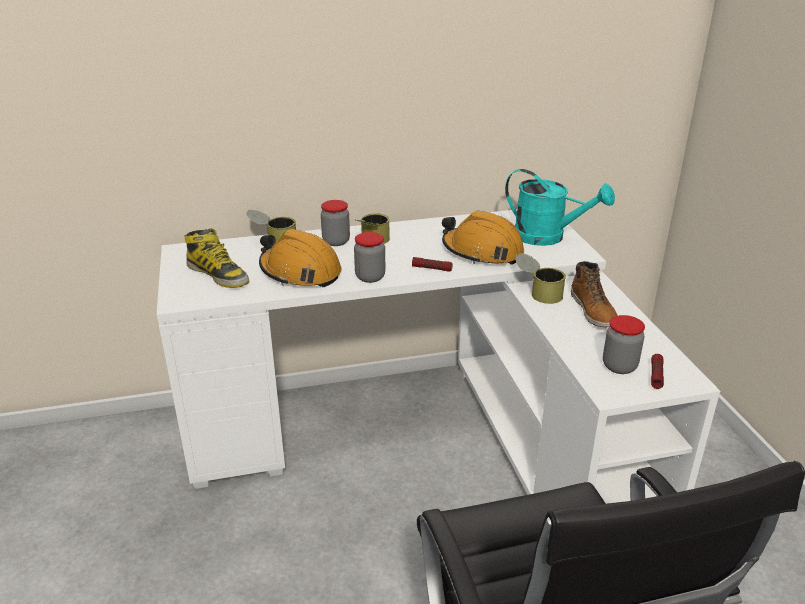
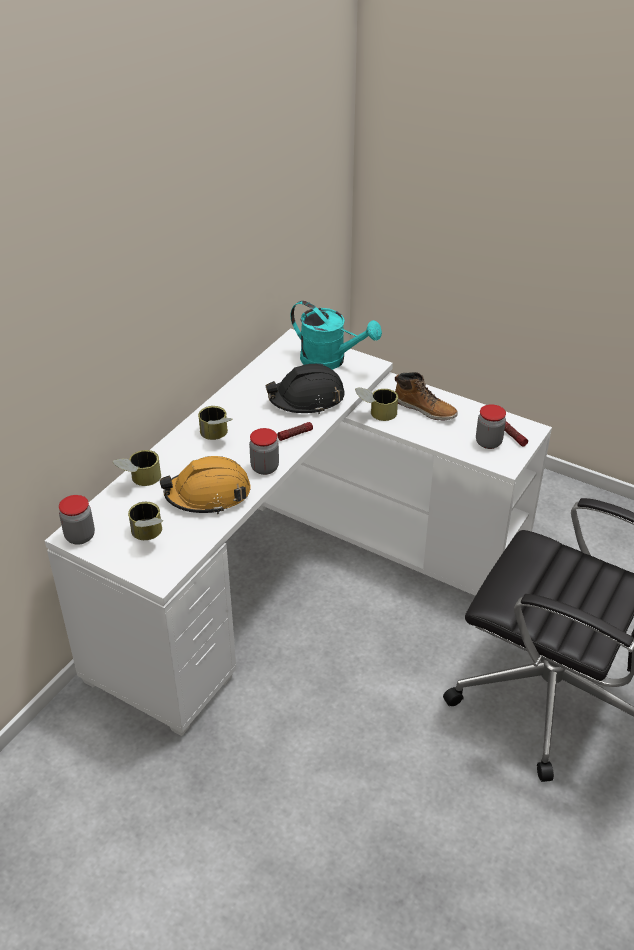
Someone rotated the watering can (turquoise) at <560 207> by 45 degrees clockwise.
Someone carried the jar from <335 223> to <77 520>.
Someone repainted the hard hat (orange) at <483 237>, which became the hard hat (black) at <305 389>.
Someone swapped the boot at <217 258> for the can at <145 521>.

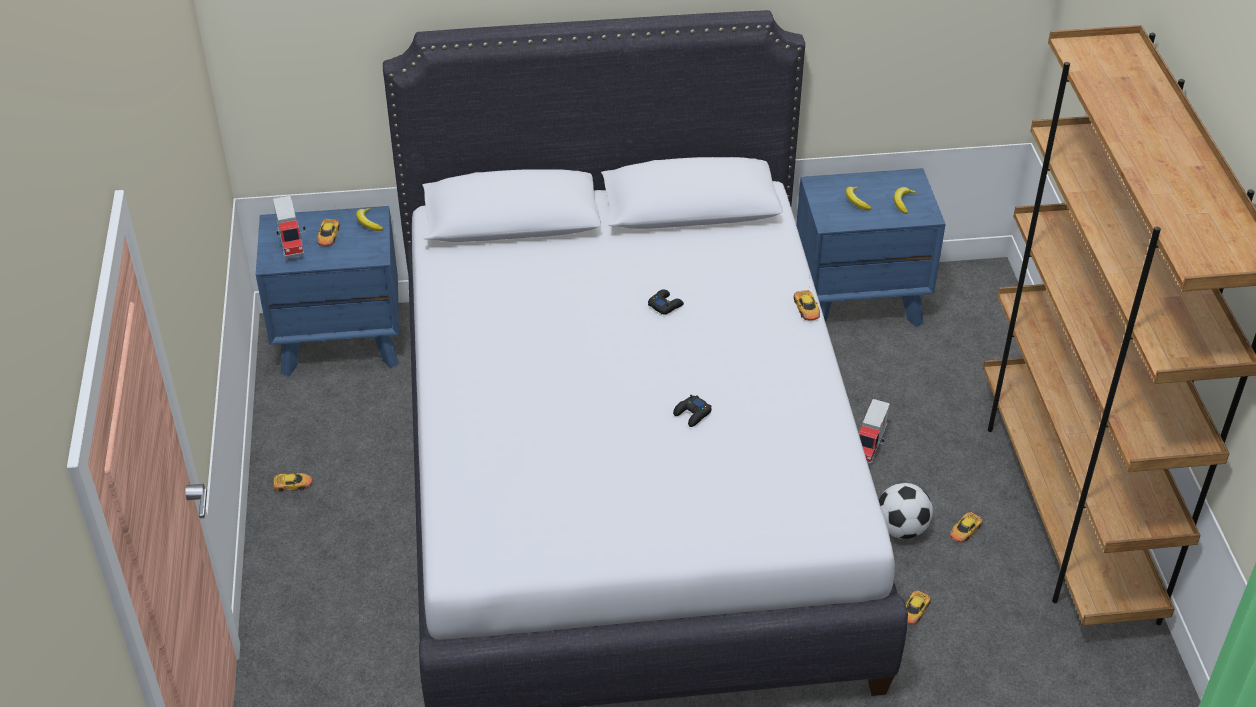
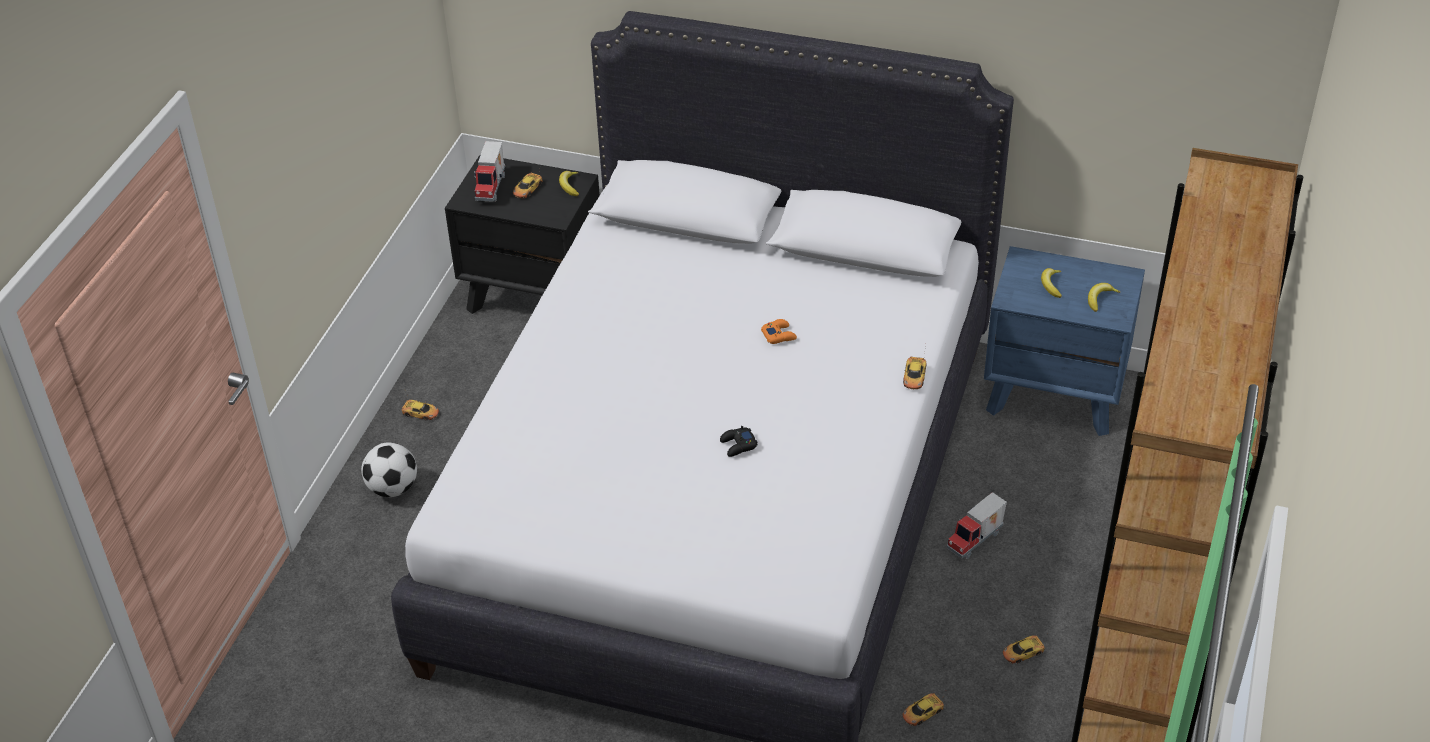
Someone repainted the nightstand (blue) at <327 291>, which became the nightstand (black) at <522 234>.
Someone repainted the game controller (black) at <666 302>, which became the game controller (orange) at <779 331>.
Someone carried the football from <906 511> to <389 469>.

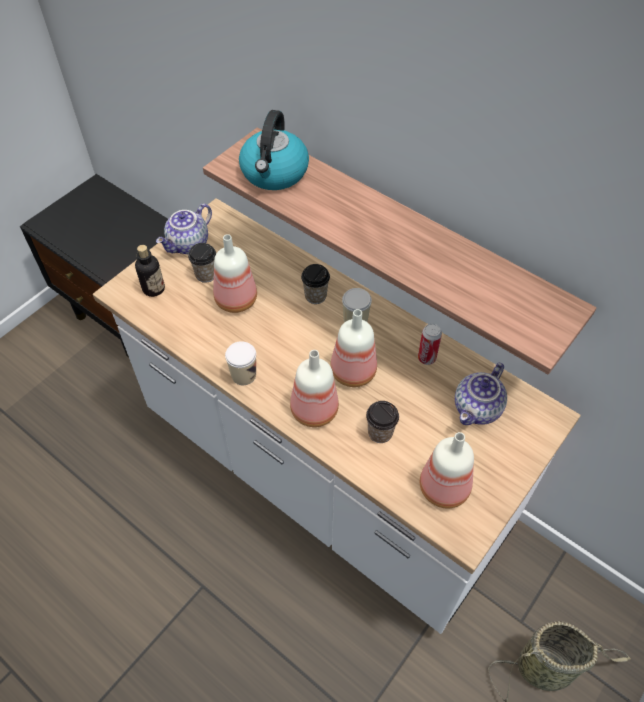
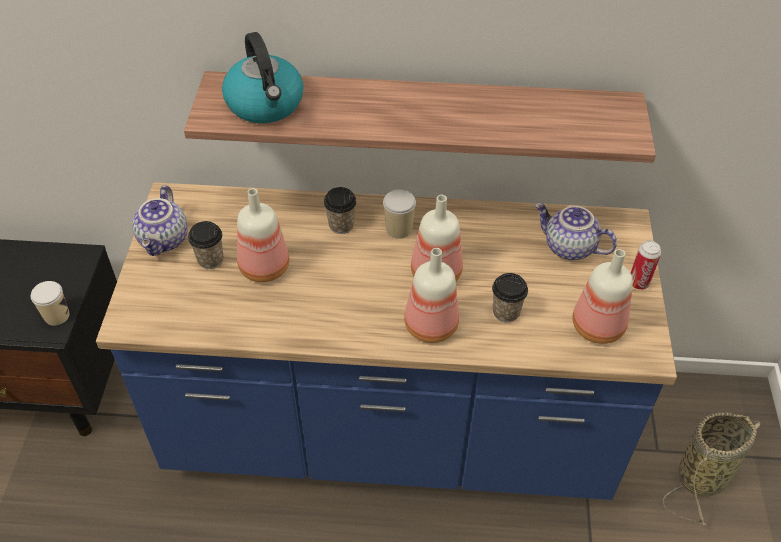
Someone repainted the counter (white) at <337 416>, which became the counter (blue) at <386 341>.
Someone took away the bottle at <150 271>.
Someone carried the can from <430 344> to <646 265>.
Someone carried the cup from <240 363> to <50 303>.
Someone rotated the teapot at <481 394> by 120 degrees clockwise.

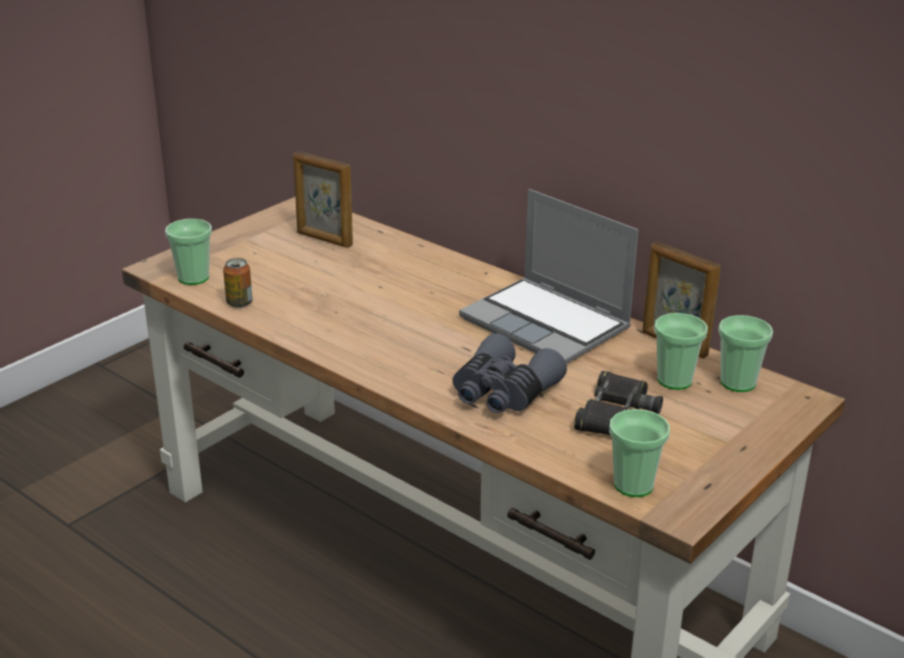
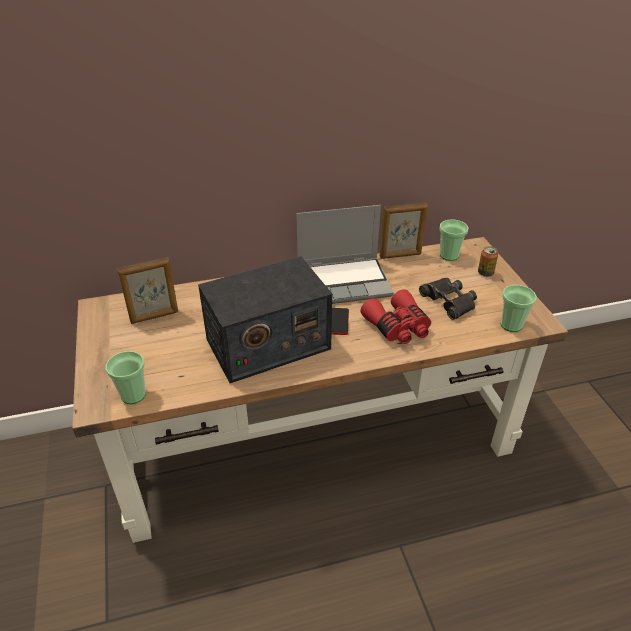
Someone carried the can from <238 283> to <488 261>.
Someone took away the cup at <681 351>.
Someone repainted the binoculars (grey) at <509 373>, which became the binoculars (red) at <395 316>.
Someone put down the radio at <265 319>.
Someone put down the phone at <340 321>.

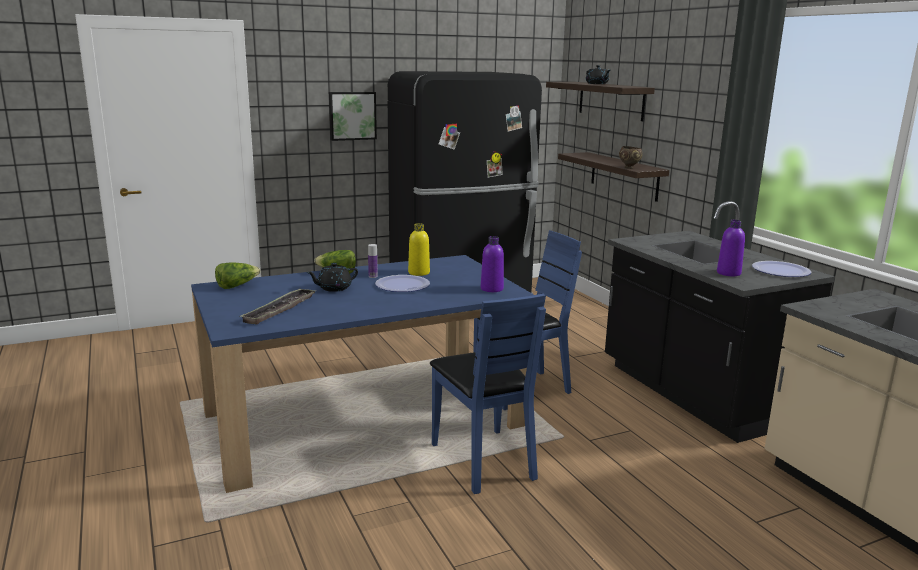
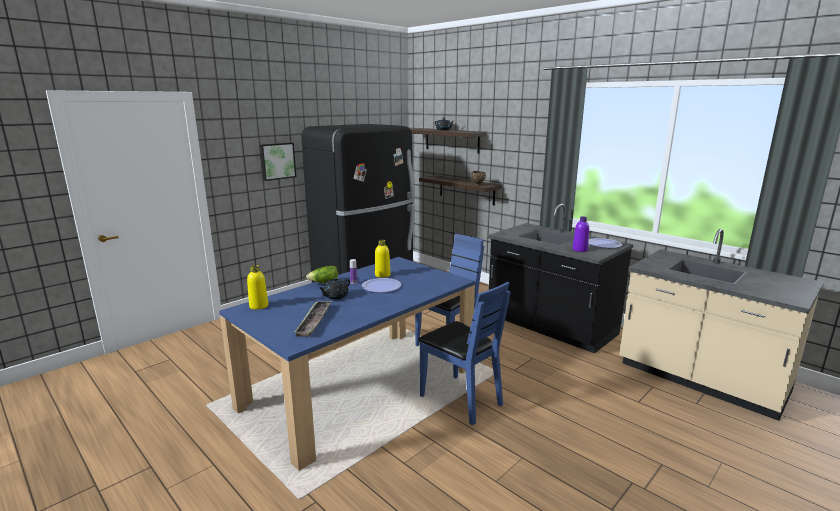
Someone took away the bottle (purple) at <492 264>.
Someone swapped the lettuce at <237 275> for the bottle (yellow) at <257 287>.

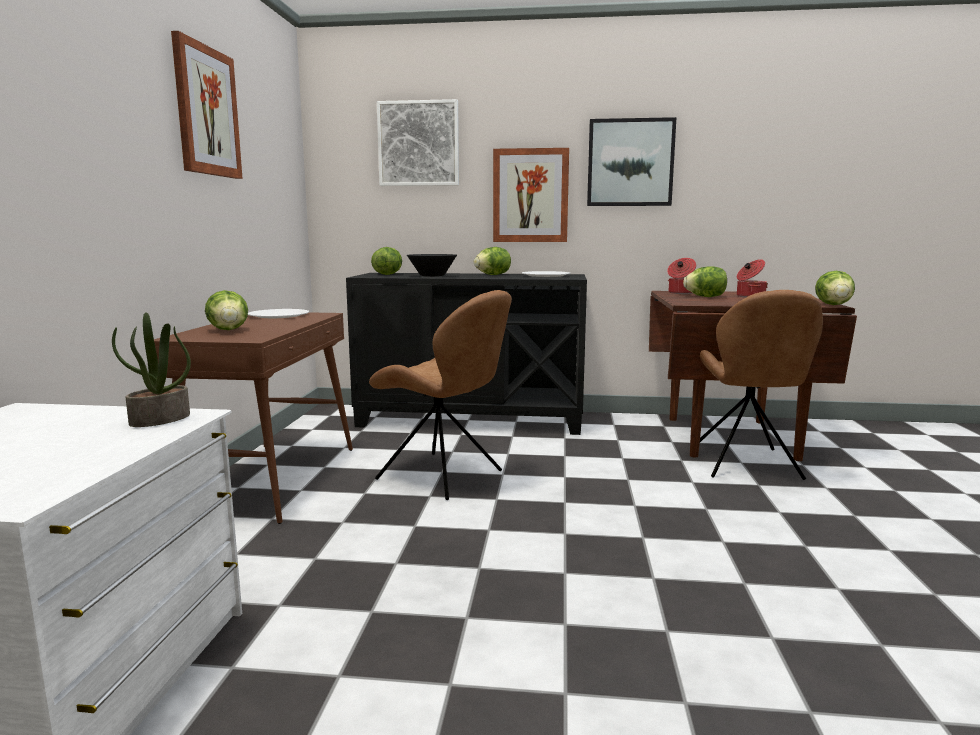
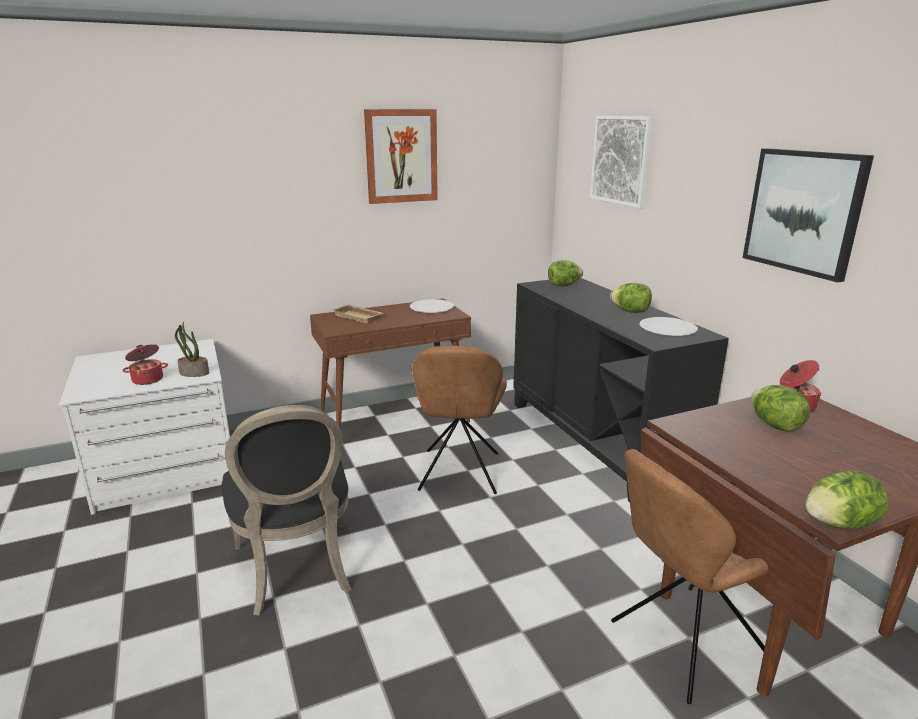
Someone took away the picture at <531 195>.
Someone took away the bowl (black) at <432 265>.
Someone carried the cooking pot from <752 278> to <145 364>.
Someone swapped the lettuce at <226 310> for the tray (beige) at <357 314>.
Someone put down the chair (black) at <287 510>.

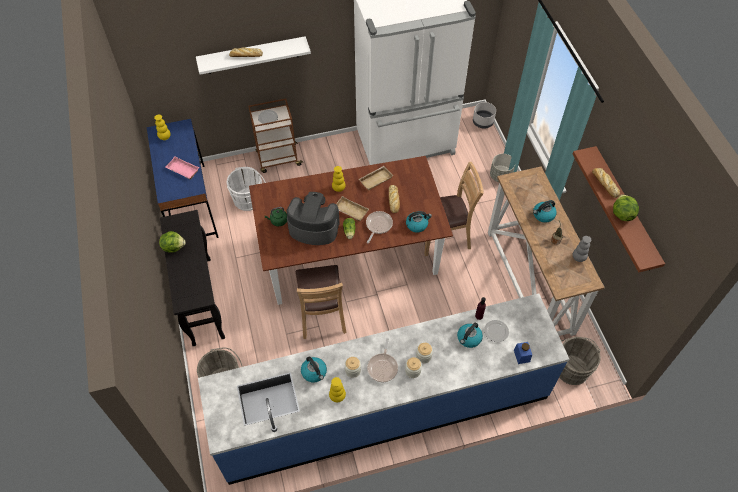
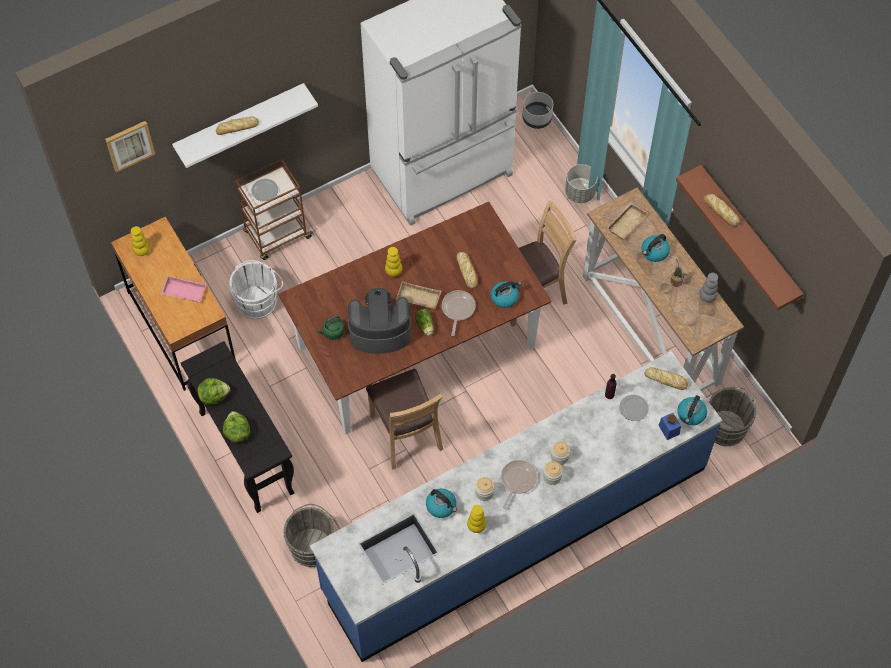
Someone repainted the desk (blue) at <183 178>, which became the desk (brown) at <173 304>.
Someone carried the tray (beige) from <376 178> to <627 220>.
Someone carried the lettuce from <626 207> to <236 427>.
Someone carried the kettle from <470 335> to <692 410>.
Someone rotated the frying pan at <382 360> by 150 degrees counterclockwise.
Someone put up the picture at <130 146>.
Someone put down the bread at <666 378>.

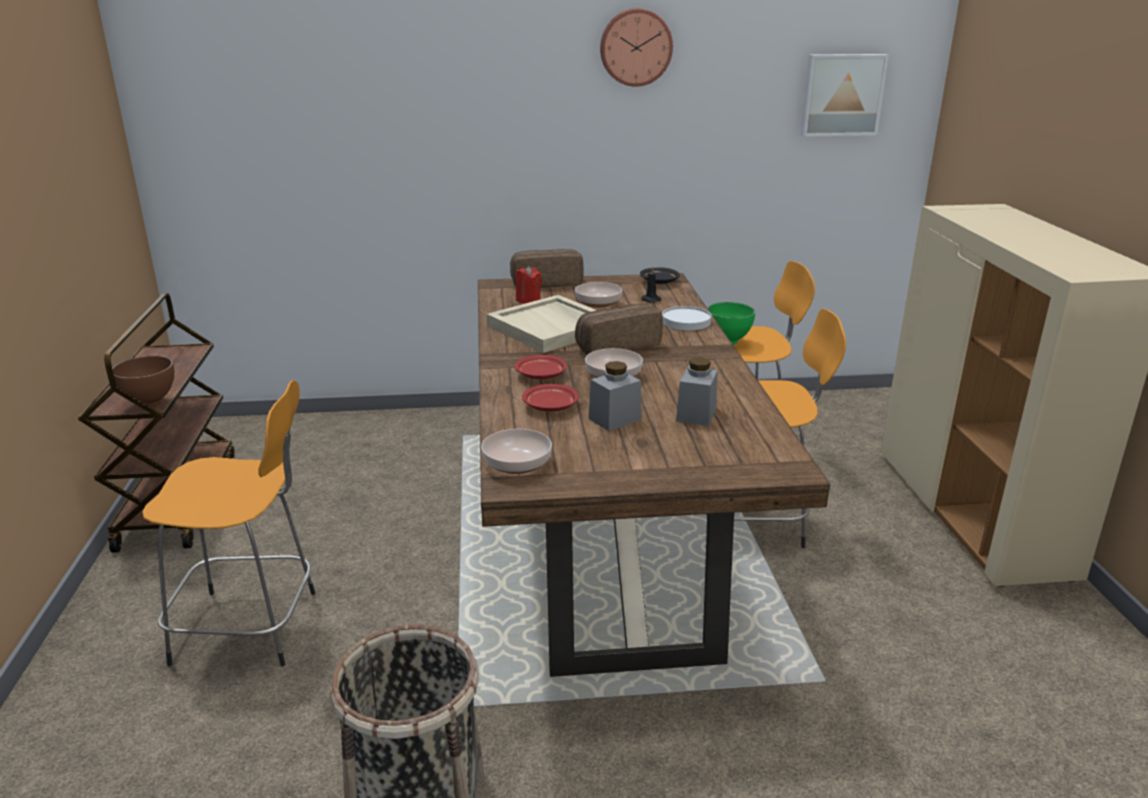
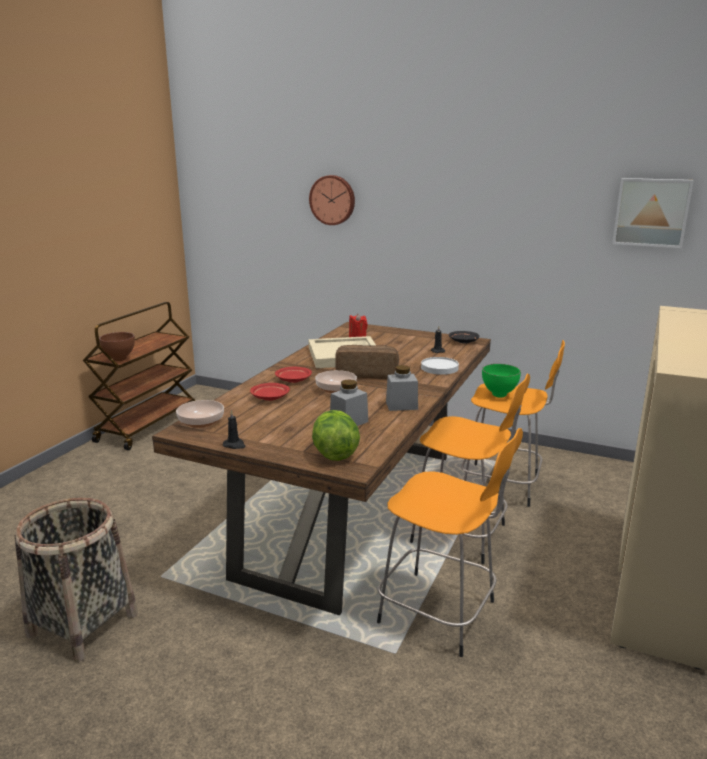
Someone carried the wall clock from <636 48> to <332 200>.
Someone took away the bread at <547 268>.
Someone took away the bowl at <598 295>.
Someone carried the jar (grey) from <615 396> to <402 388>.
Someone carried the stool (orange) from <228 523> to <450 542>.
Someone put down the candle (black) at <234 429>.
Someone put down the lettuce at <336 435>.

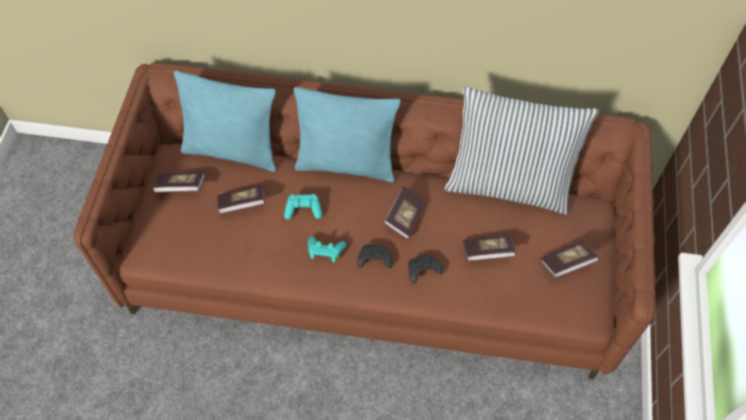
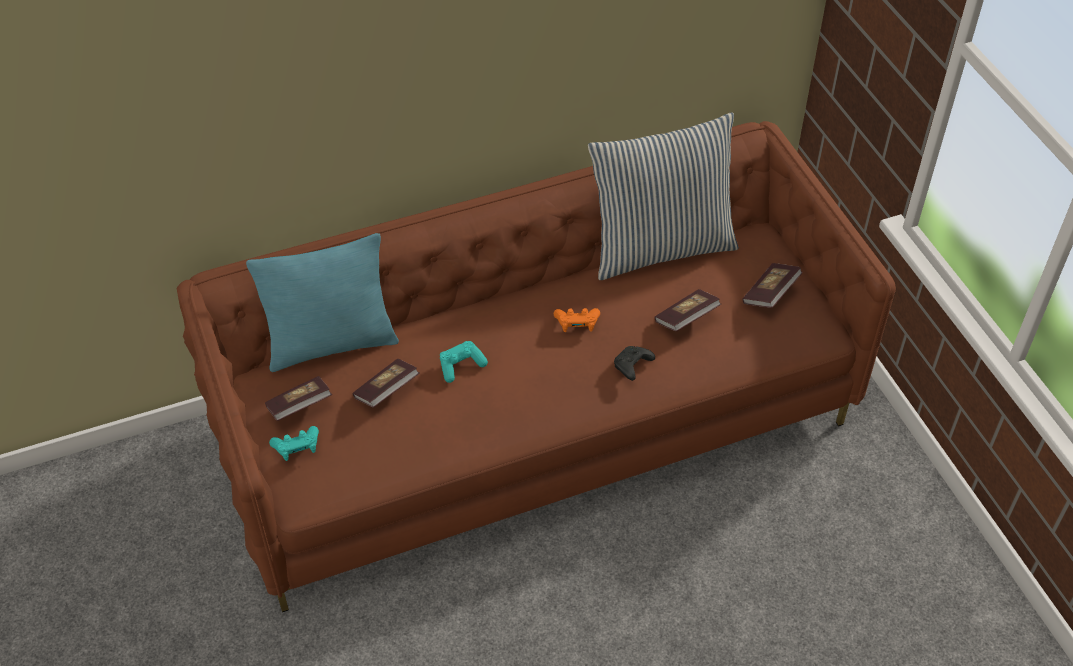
Someone took away the pillow (turquoise) at <347 134>.
Someone swapped the book at <404 212> for the game controller (orange) at <577 320>.
Someone carried the game controller (turquoise) from <327 250> to <294 443>.
Someone took away the game controller (black) at <375 256>.

